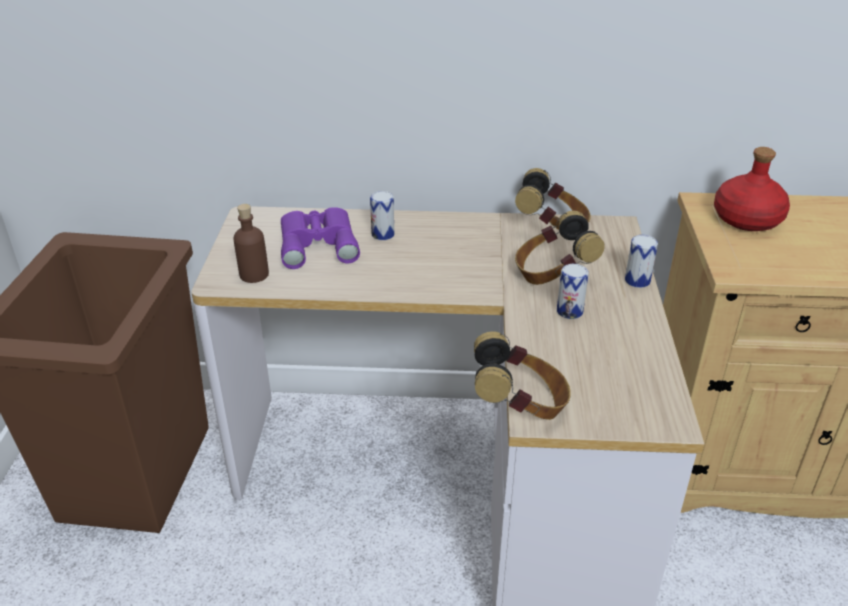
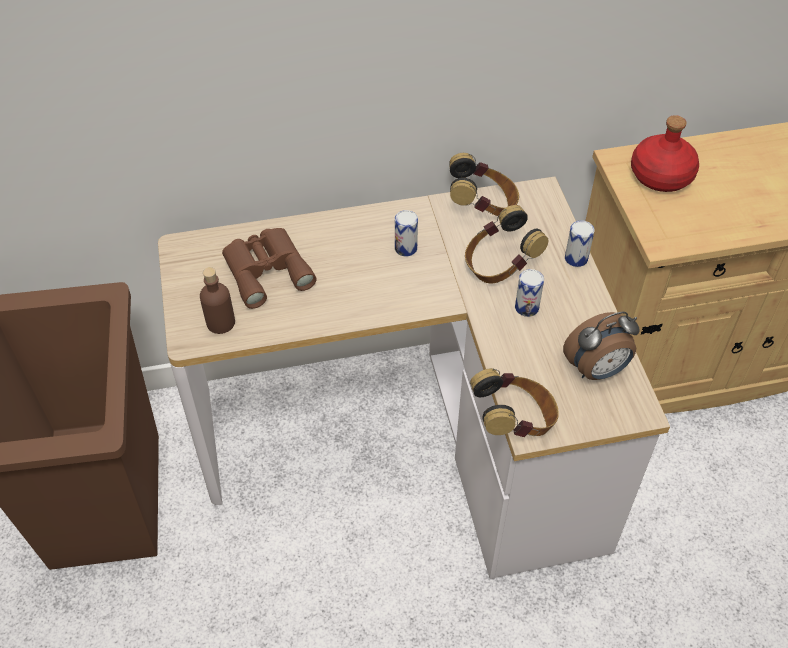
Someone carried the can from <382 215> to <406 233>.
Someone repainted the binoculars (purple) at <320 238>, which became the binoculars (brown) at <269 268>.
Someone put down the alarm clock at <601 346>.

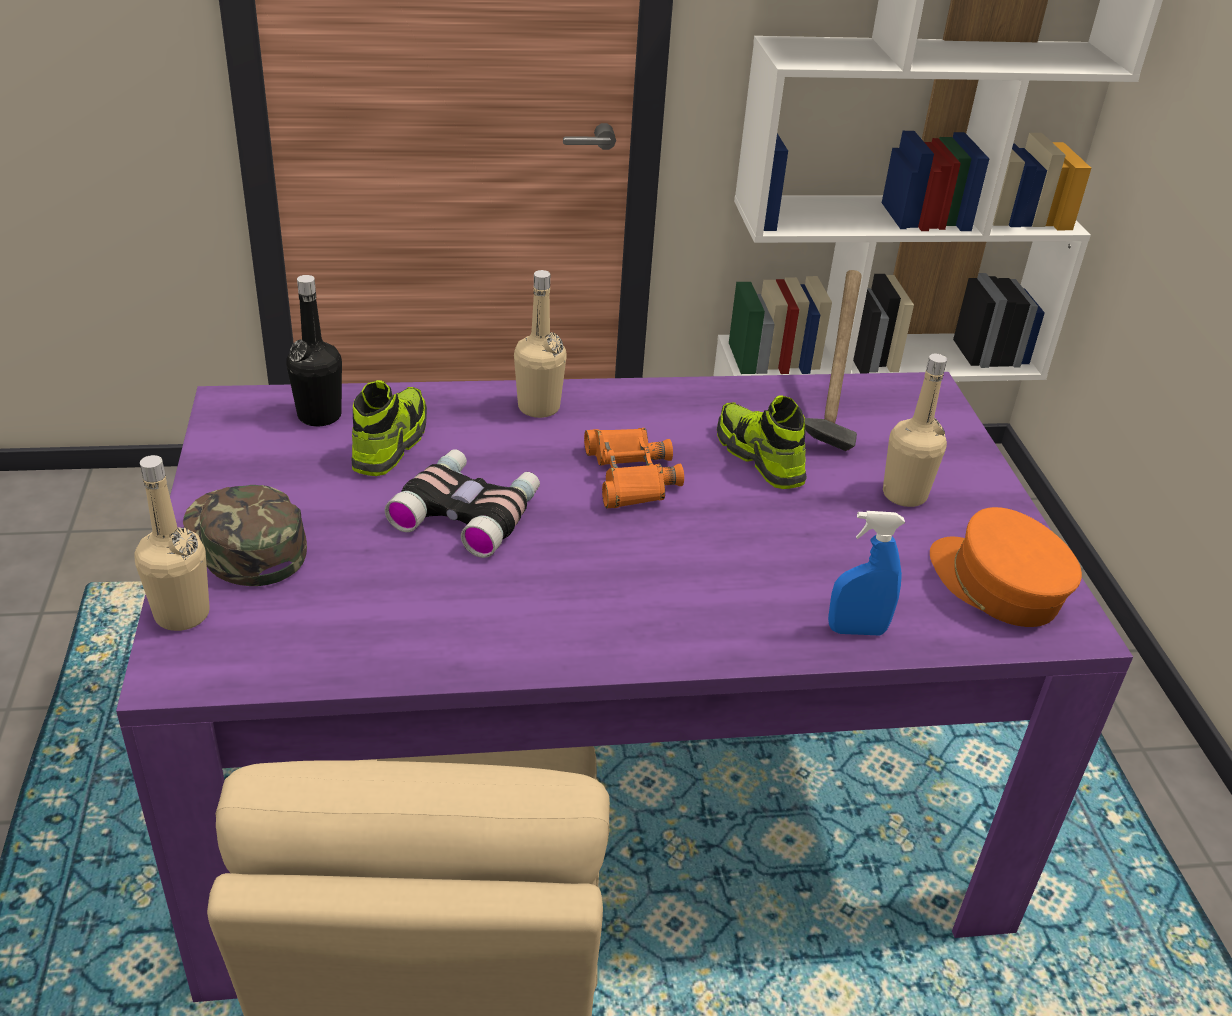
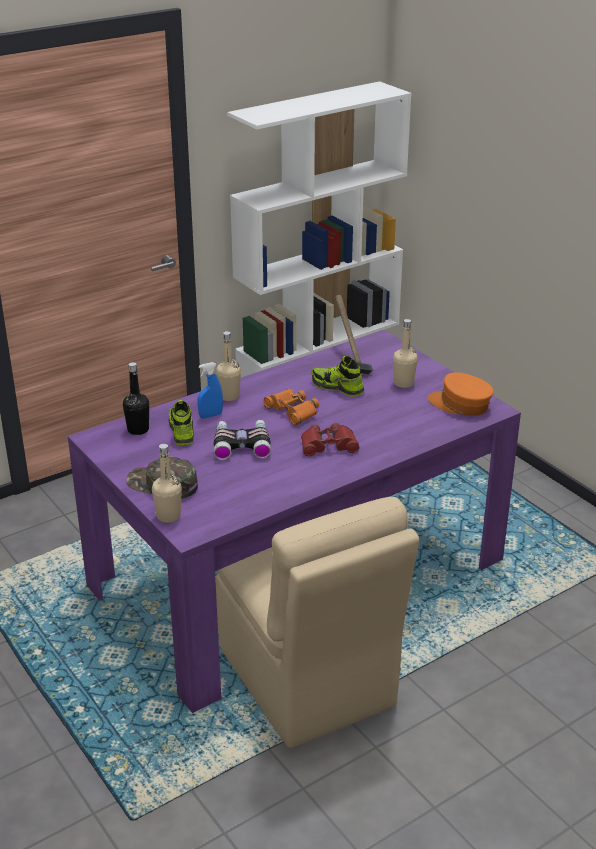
Someone carried the spray bottle (blue) from <866 573> to <210 390>.
Someone put down the binoculars (red) at <330 439>.

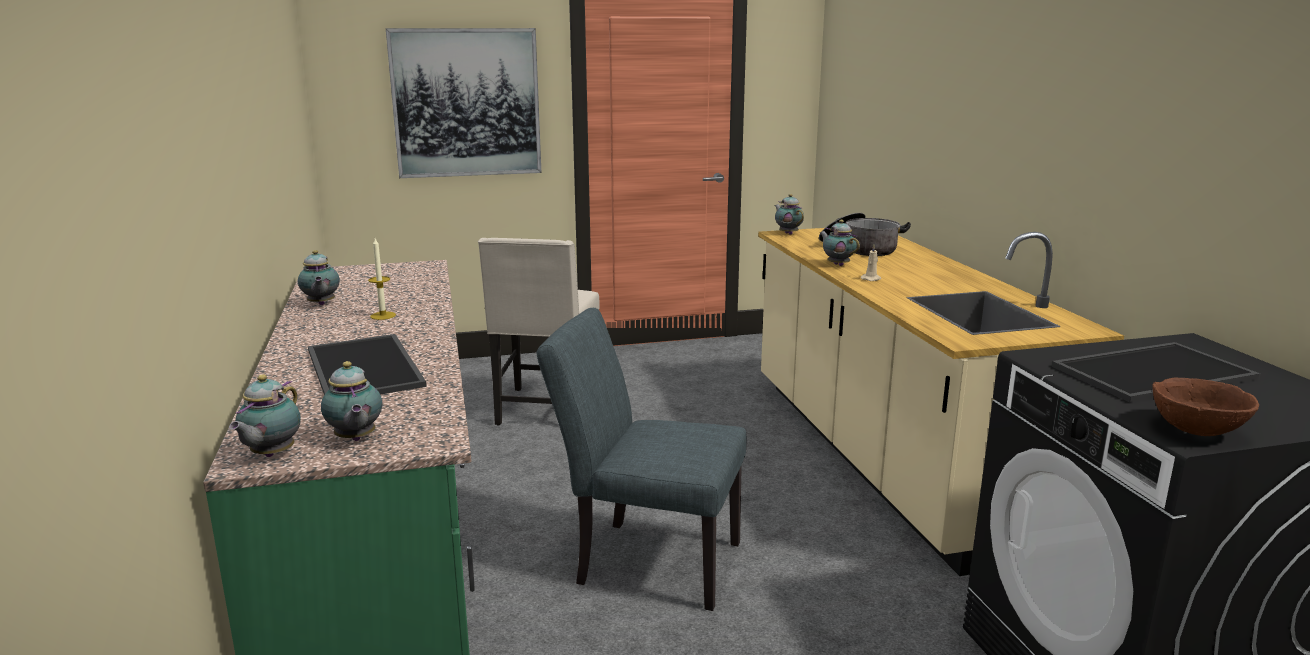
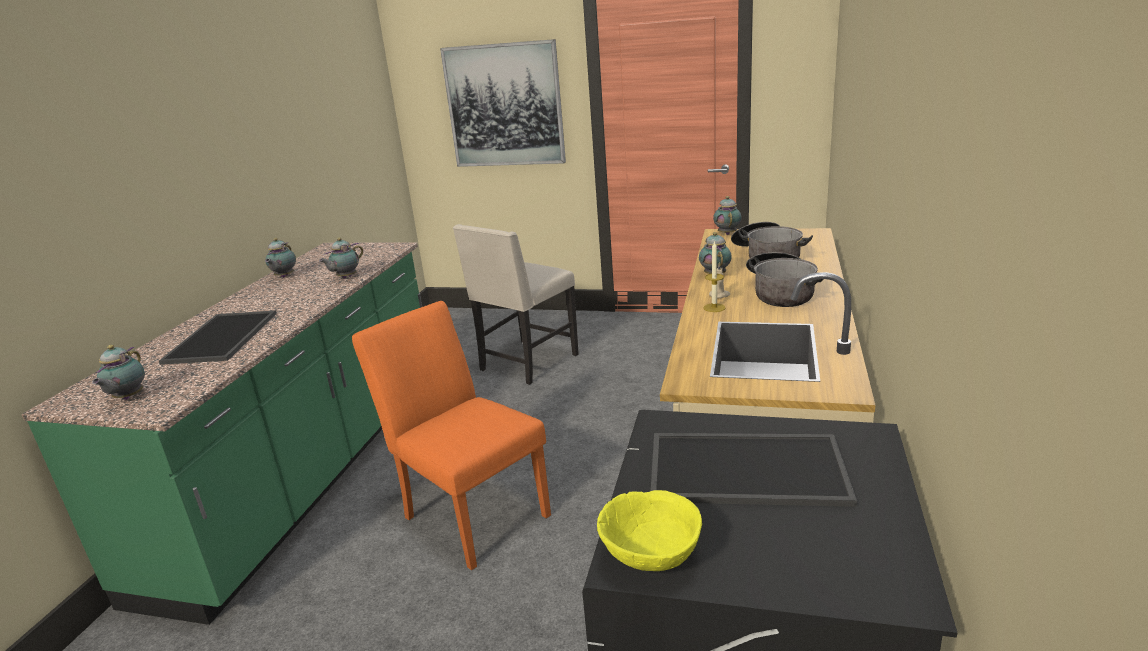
Someone carried the candle from <382 279> to <715 276>.
Someone repainted the chair (grey) at <641 459>, which became the chair (orange) at <451 435>.
Someone carried the teapot from <265 415> to <341 258>.
Someone repainted the bowl (brown) at <1205 406>, which became the bowl (yellow) at <649 530>.
Someone put down the cooking pot at <784 279>.

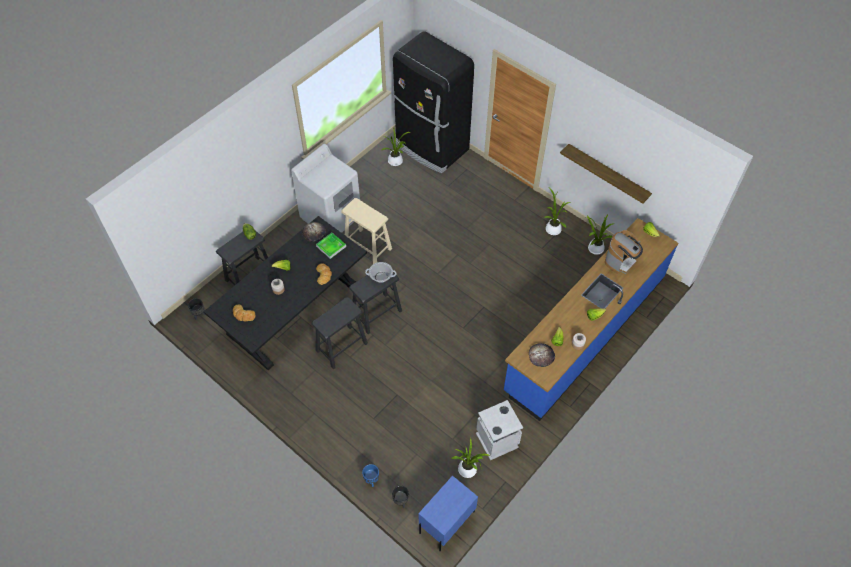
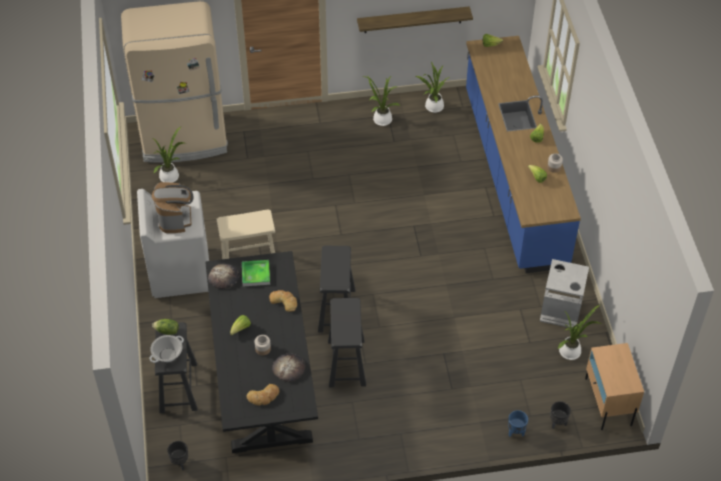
Someone repainted the fridge (black) at <433 102>, which became the fridge (beige) at <174 82>.
Someone carried the coffee machine from <624 252> to <172 207>.
Someone carried the cooking pot from <380 272> to <167 349>.
Someone carried the bread from <542 355> to <288 367>.
Someone repainted the nightstand (blue) at <448 513>, which became the nightstand (beige) at <614 386>.

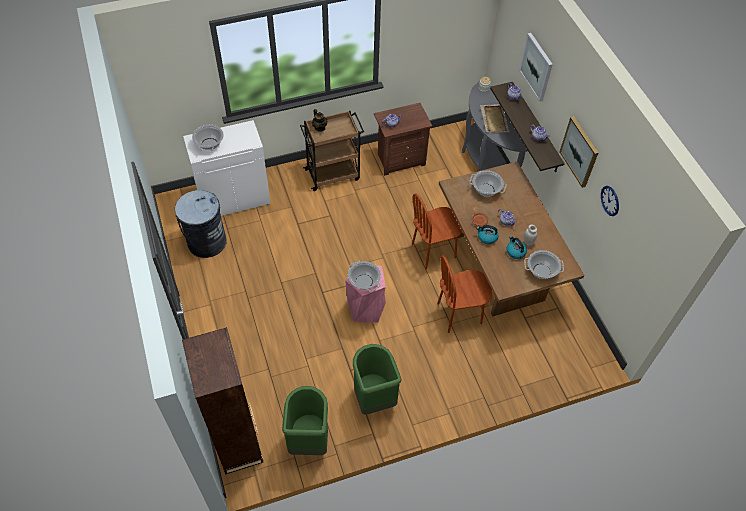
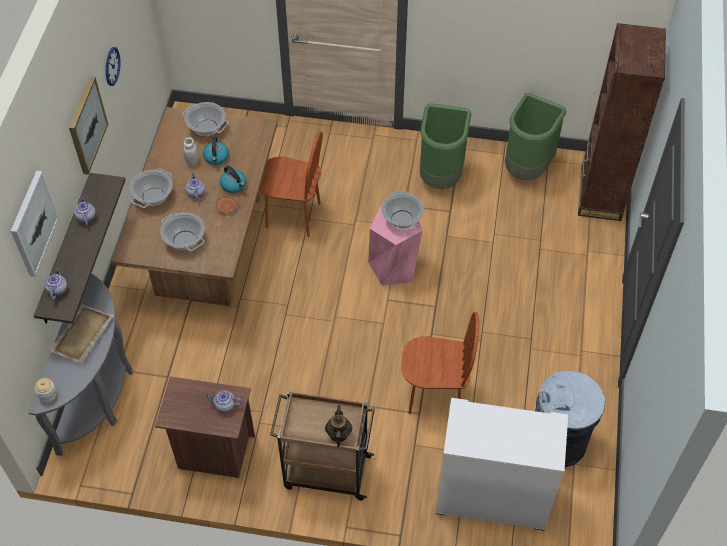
Someone carried the cooking pot from <208 137> to <151 188>.
Someone carried the chair (brown) from <437 231> to <440 363>.

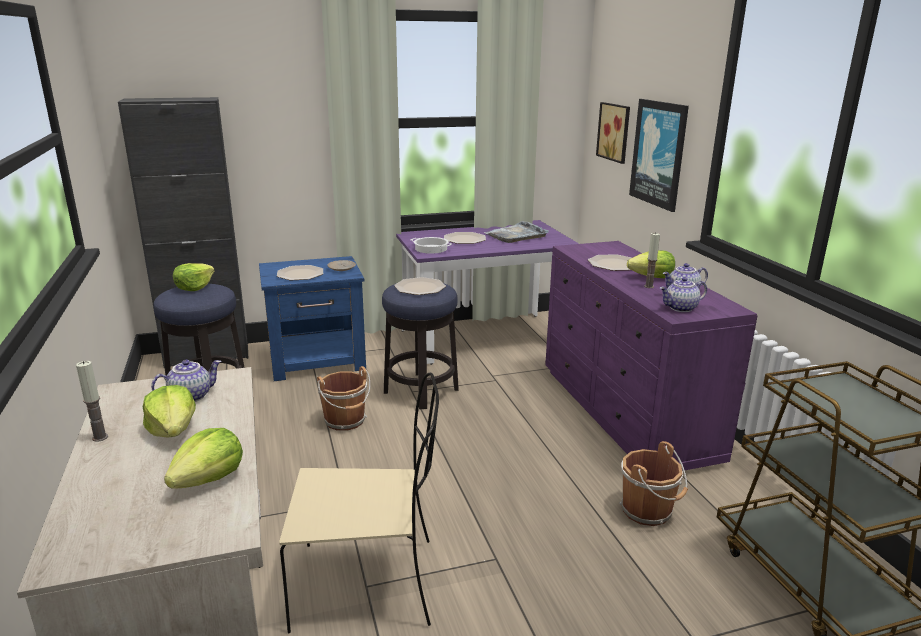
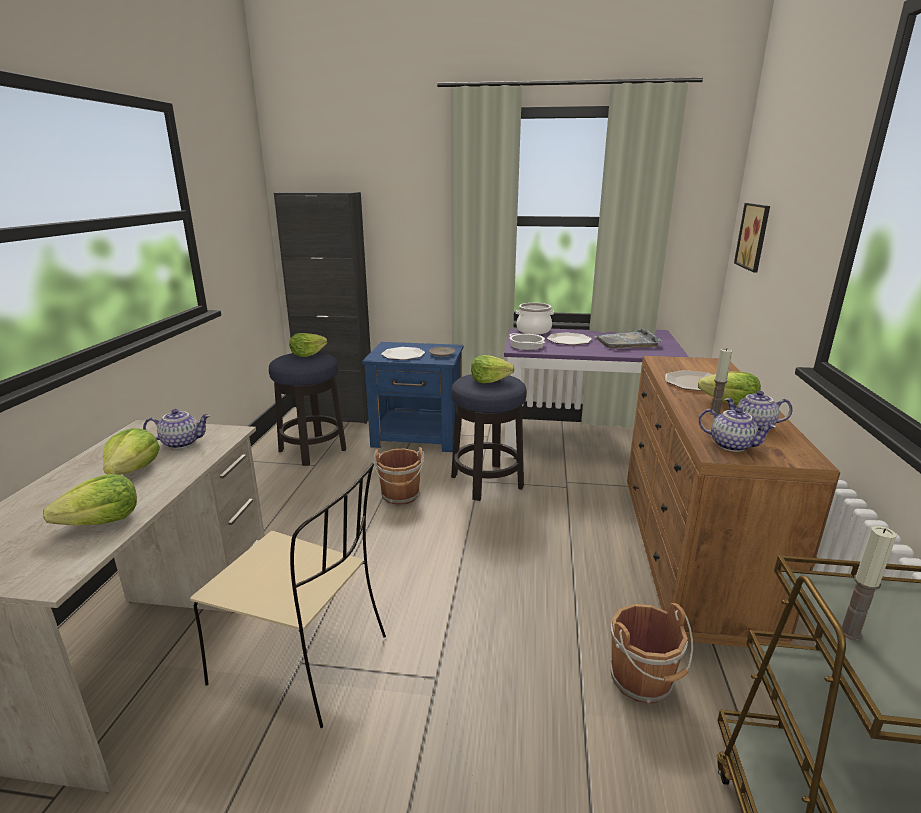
Someone took away the picture at <659 155>.
Someone repainted the dresser (purple) at <651 356>, which became the dresser (brown) at <733 502>.
Someone swapped the plate at <420 286> for the lettuce at <492 369>.
Someone rotated the teapot at <683 294> by 150 degrees counterclockwise.
Someone carried the candle from <92 401> to <869 583>.
Someone put down the cooking pot at <535 318>.

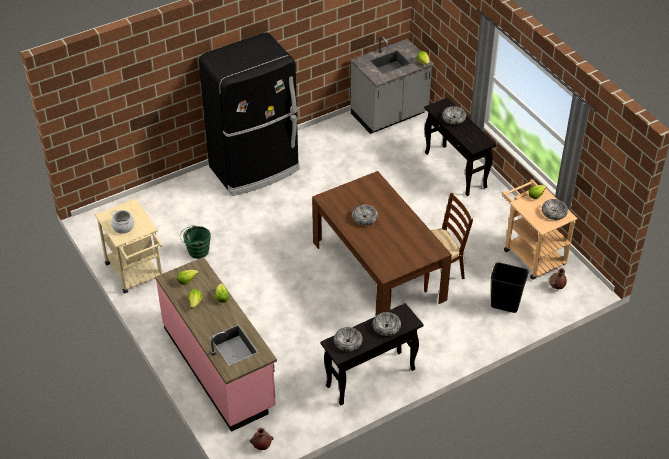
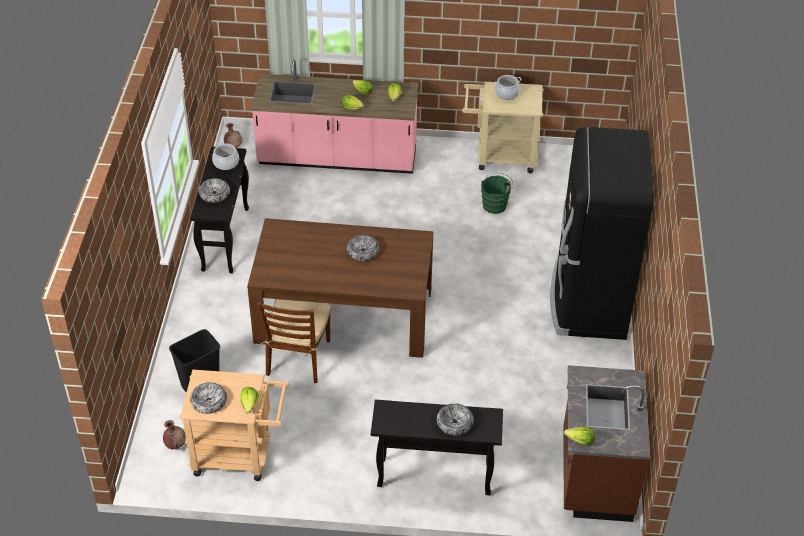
Someone repainted the counter (grey) at <392 85>, which became the counter (brown) at <606 443>.
Someone swapped the bowl at <348 339> for the cooking pot at <225 156>.

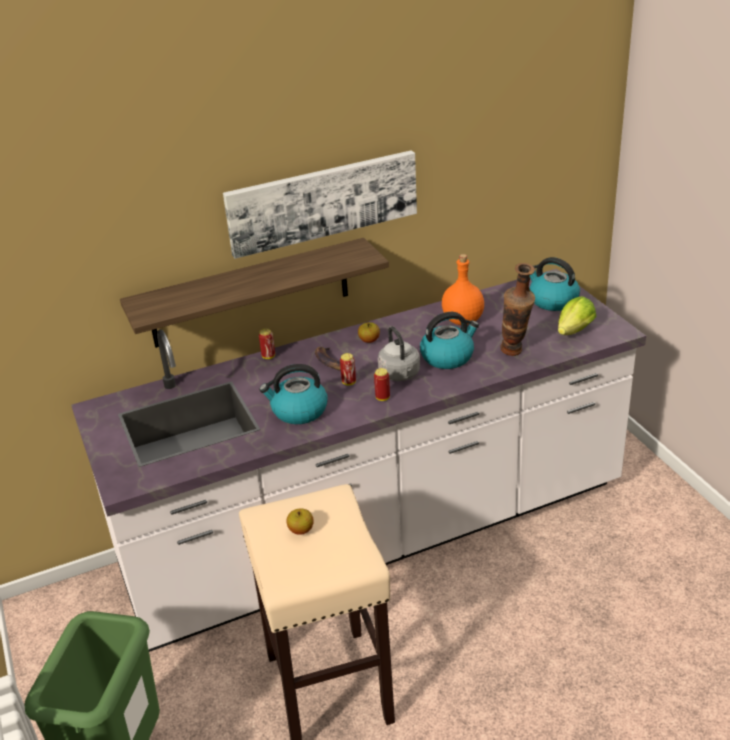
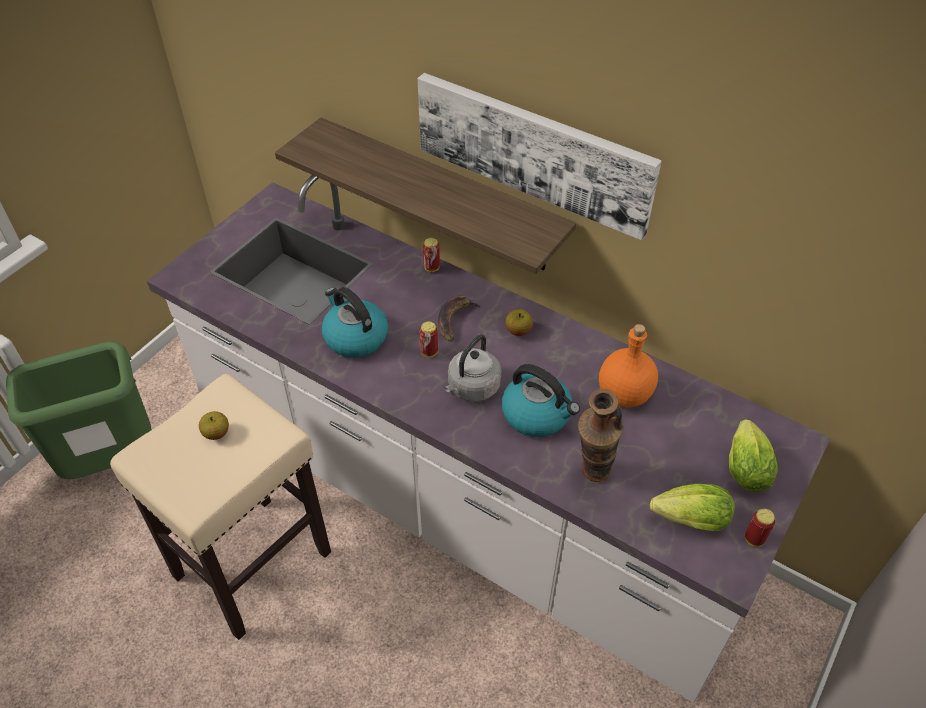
Someone swapped the kettle at <554 284> for the lettuce at <753 455>.
Someone carried the can from <382 384> to <760 528>.

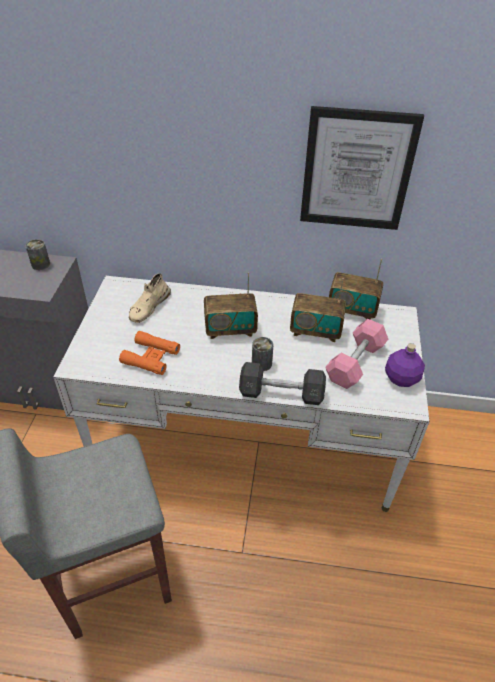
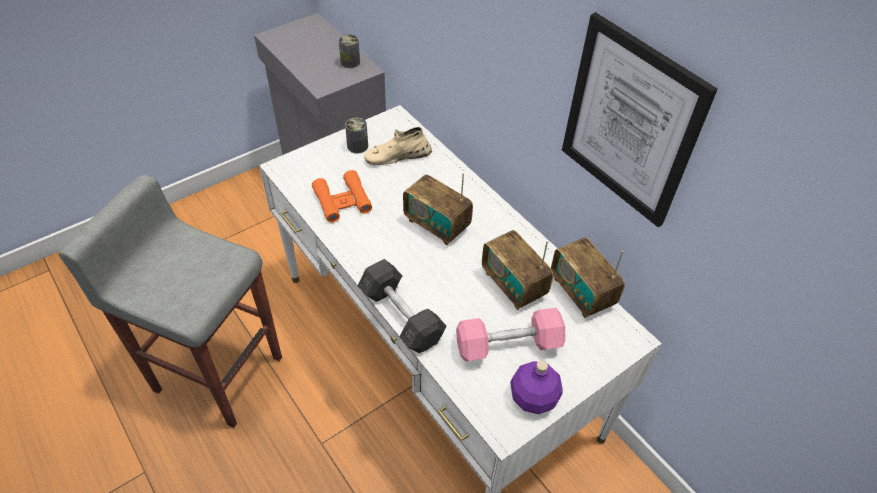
Someone carried the can from <263 354> to <356 135>.

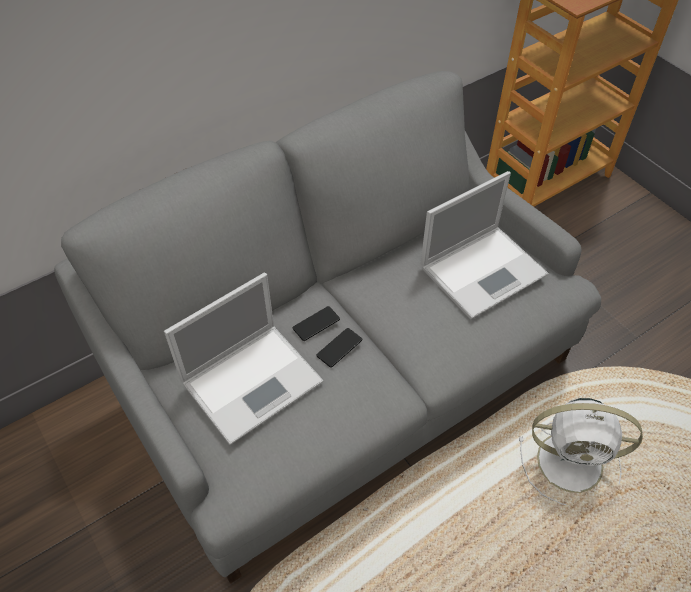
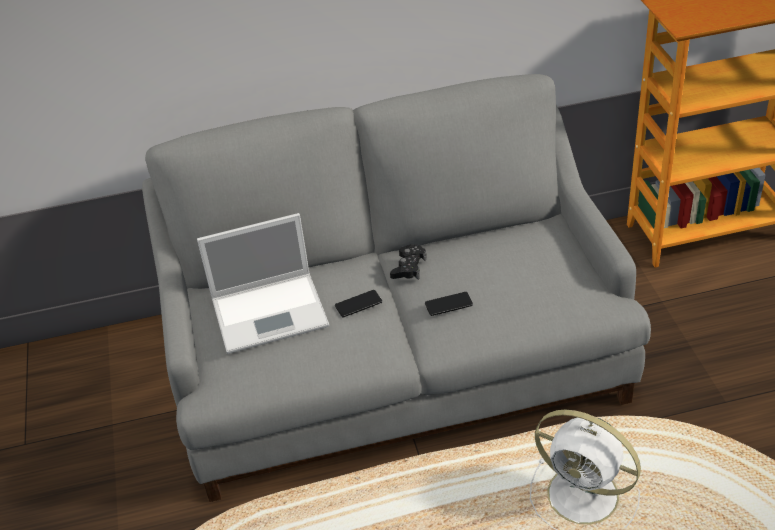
Someone took away the laptop at <484 245>.
Someone carried the phone from <316 323> to <449 304>.
Someone put down the game controller (black) at <408 262>.

